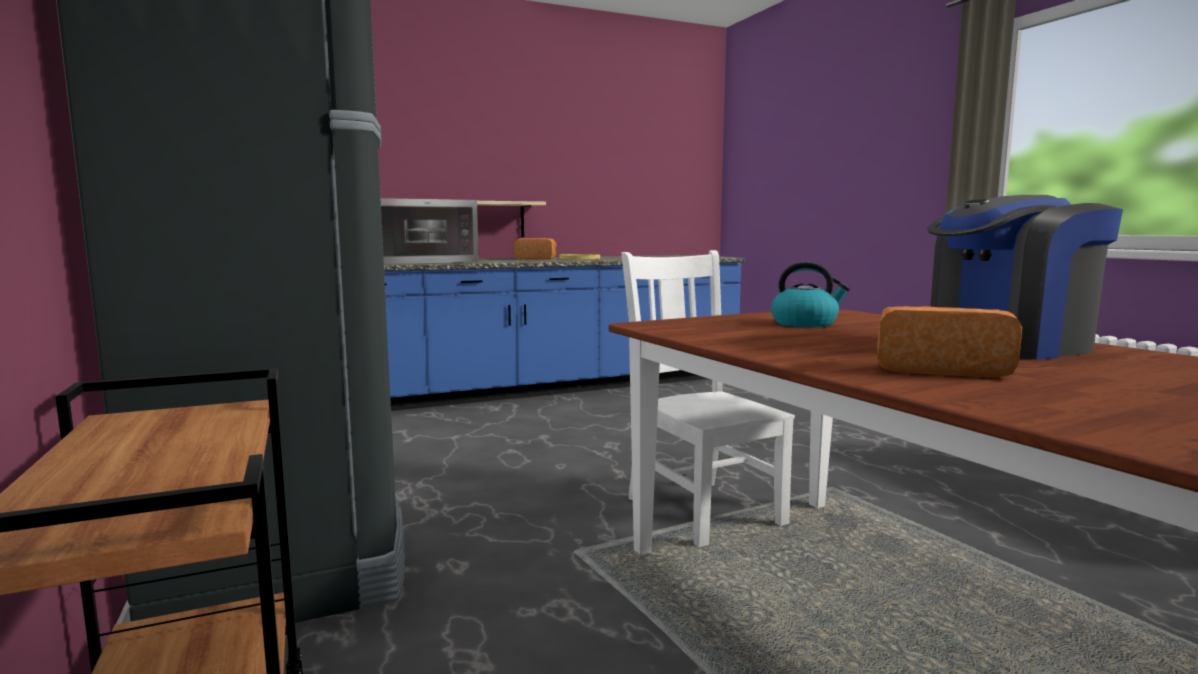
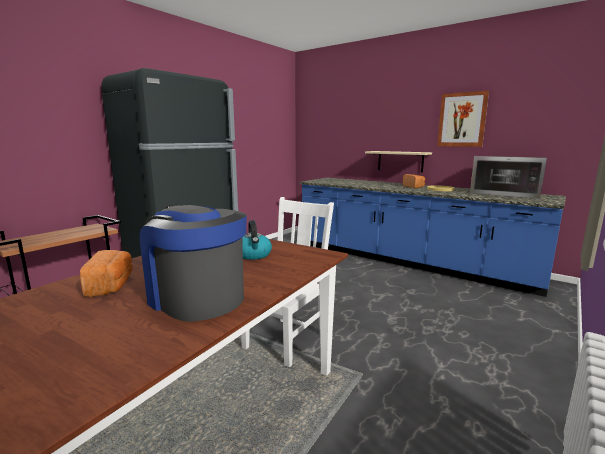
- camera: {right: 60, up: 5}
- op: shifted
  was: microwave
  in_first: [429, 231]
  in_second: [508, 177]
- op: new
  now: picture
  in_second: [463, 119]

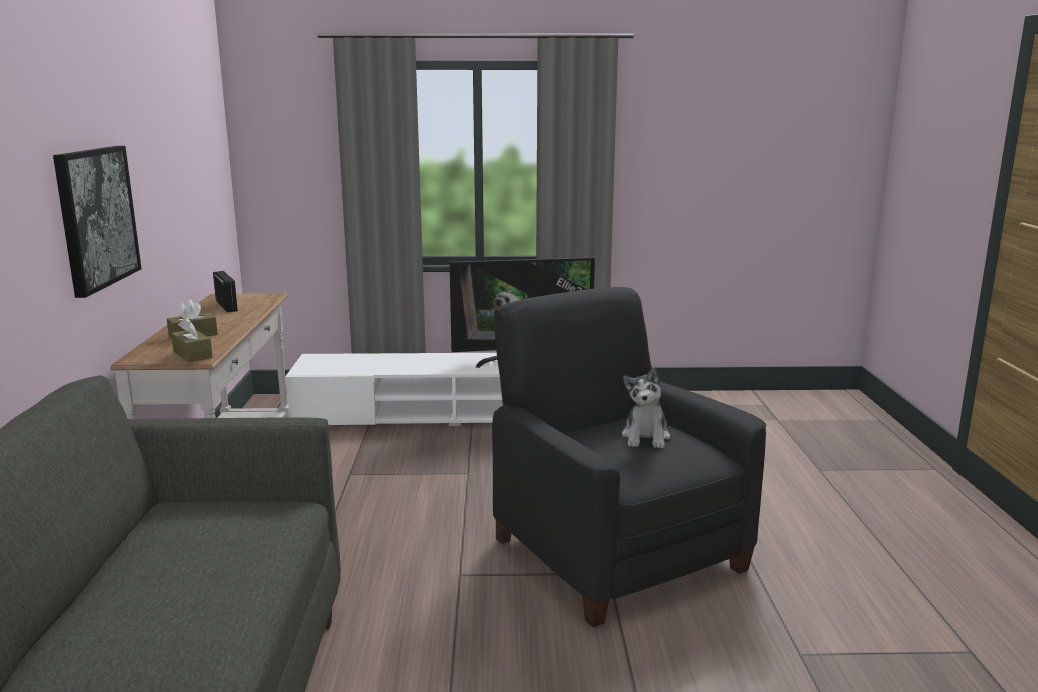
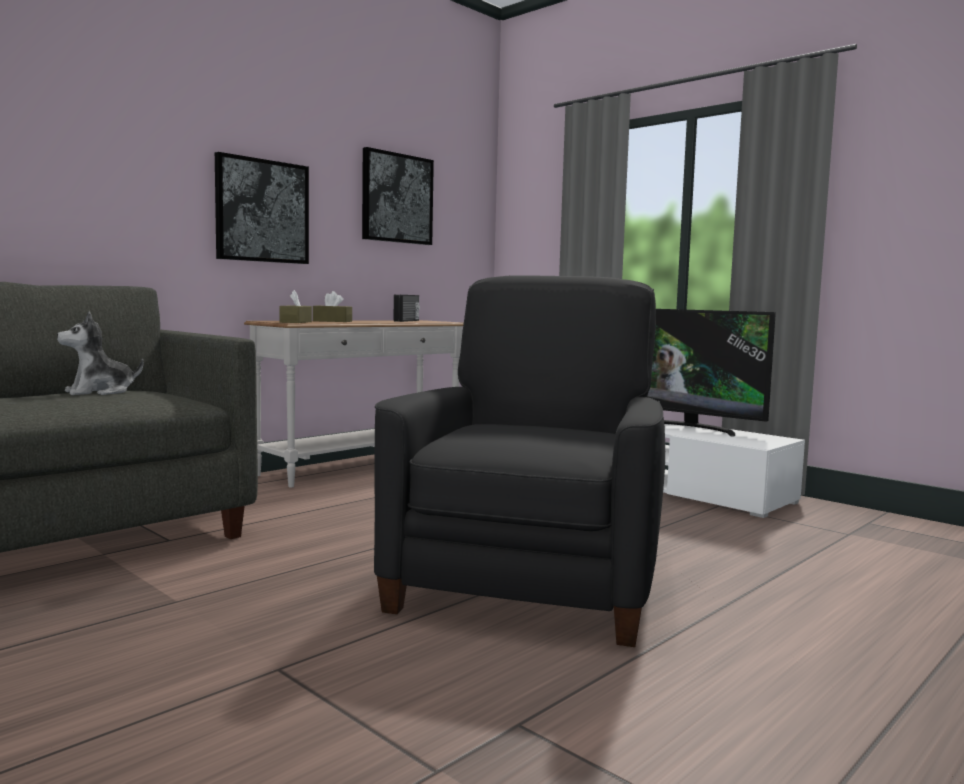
- camera: {right: 45, up: -10}
- op: shifted
  was: plush toy
  in_first: [646, 407]
  in_second: [100, 353]
- op: new
  now: picture
  in_second: [398, 196]

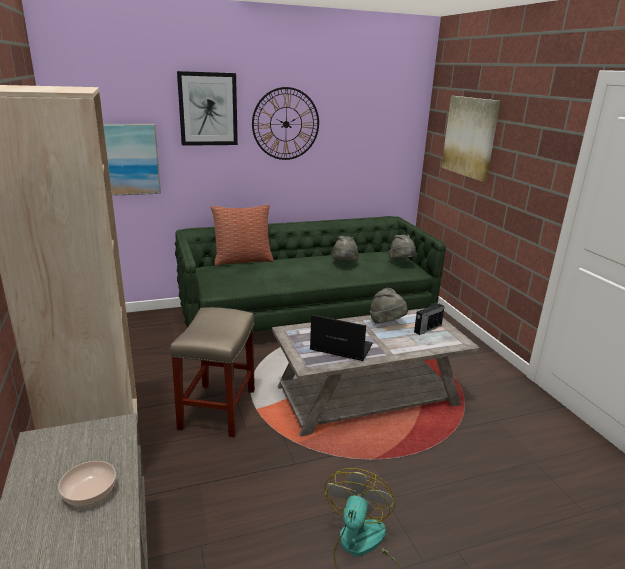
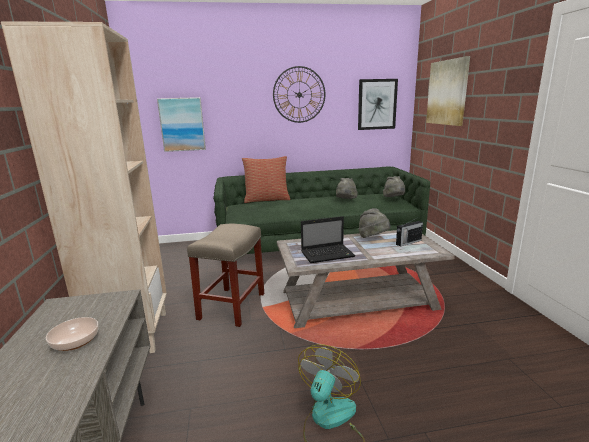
- camera: {right: 10, up: -5}
- op: shifted
  was: picture
  in_first: [207, 108]
  in_second: [378, 104]
- op: rotated
  was: laptop
  in_first: [341, 338]
  in_second: [328, 239]
  clockwise: 135

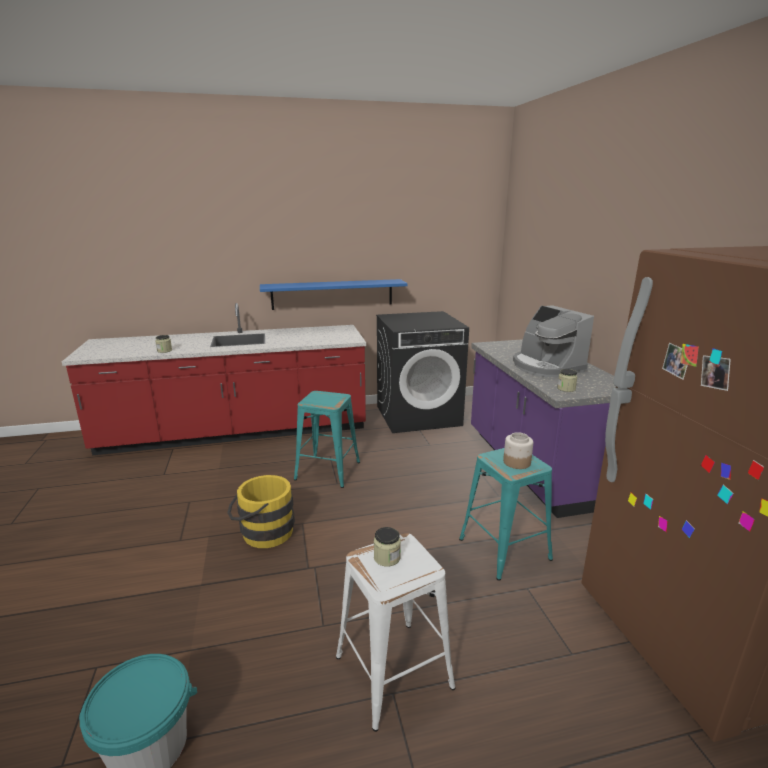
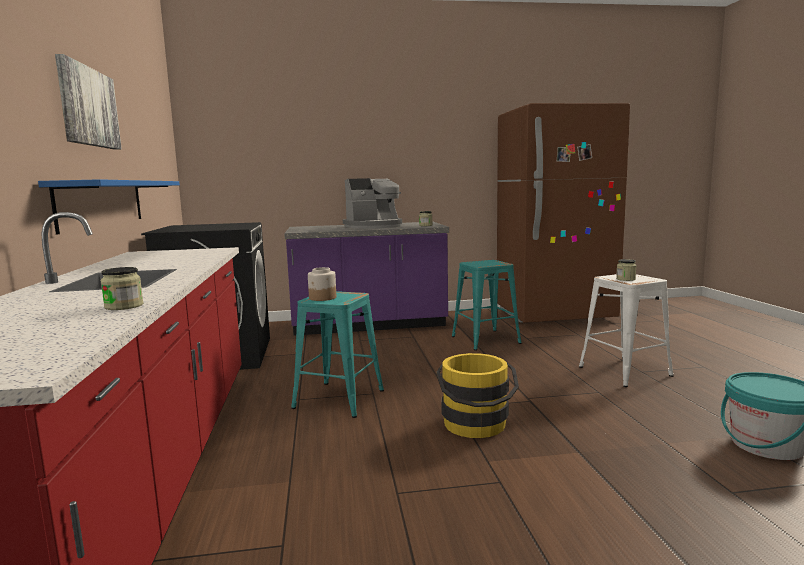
- camera: {right: -85, up: -10}
- op: shifted
  was: jar
  in_first: [518, 450]
  in_second: [322, 284]
- op: new
  now: picture
  in_second: [88, 102]

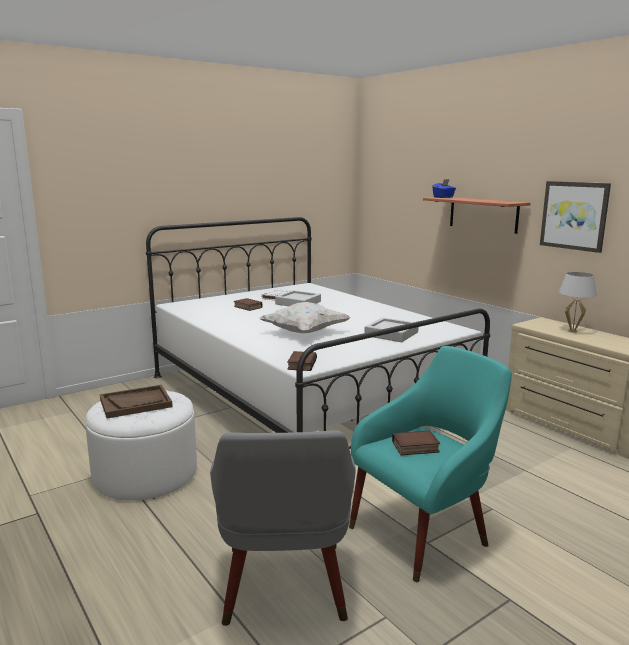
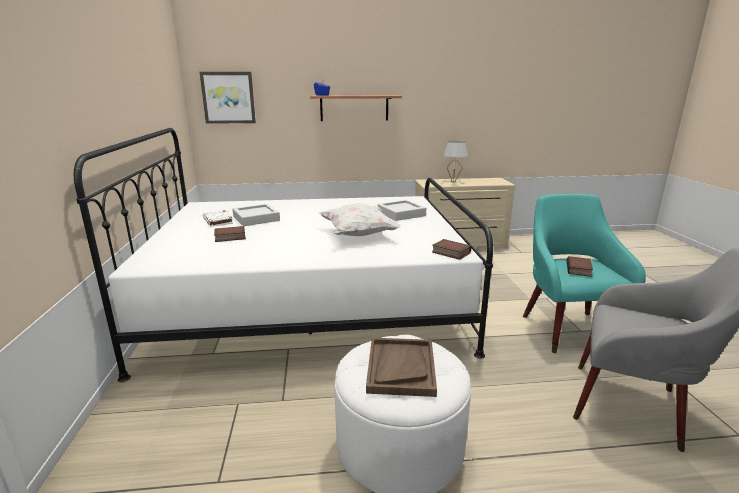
- camera: {right: -60, up: 5}
- op: shifted
  was: picture
  in_first: [575, 217]
  in_second: [228, 98]

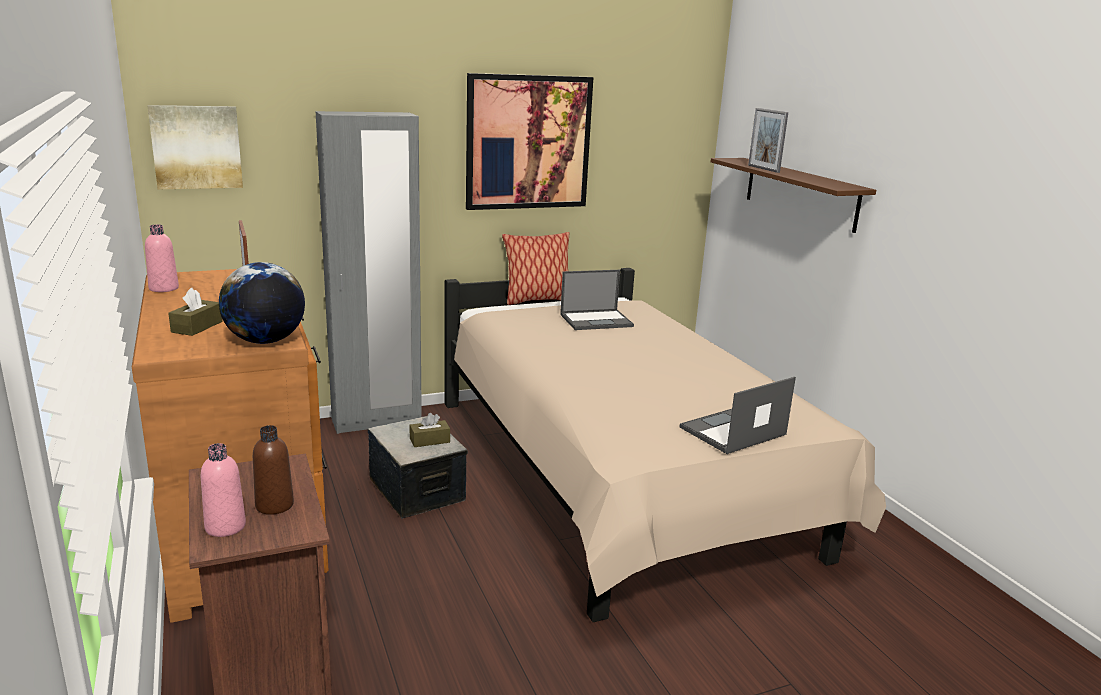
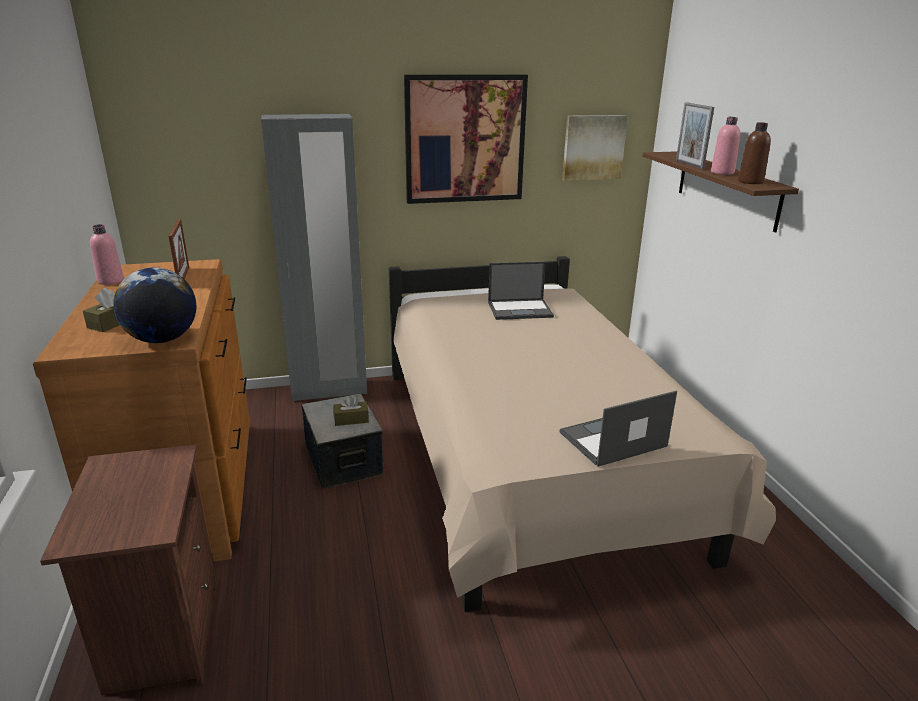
- camera: {right: 10, up: 5}
- op: shifted
  was: picture
  in_first: [195, 147]
  in_second: [595, 148]
- op: gone
  was: pillow
  in_first: [535, 268]
- op: shifted
  was: bottle (brown)
  in_first: [273, 470]
  in_second: [754, 153]
- op: shifted
  was: bottle (pink)
  in_first: [223, 490]
  in_second: [725, 146]

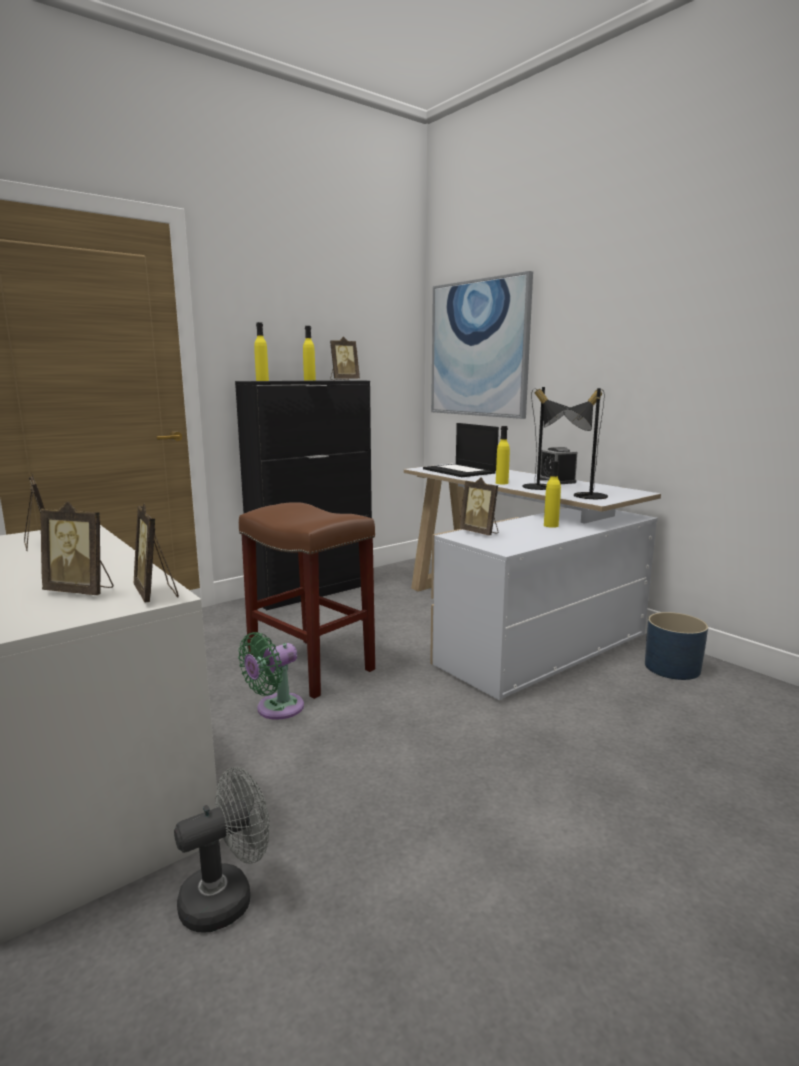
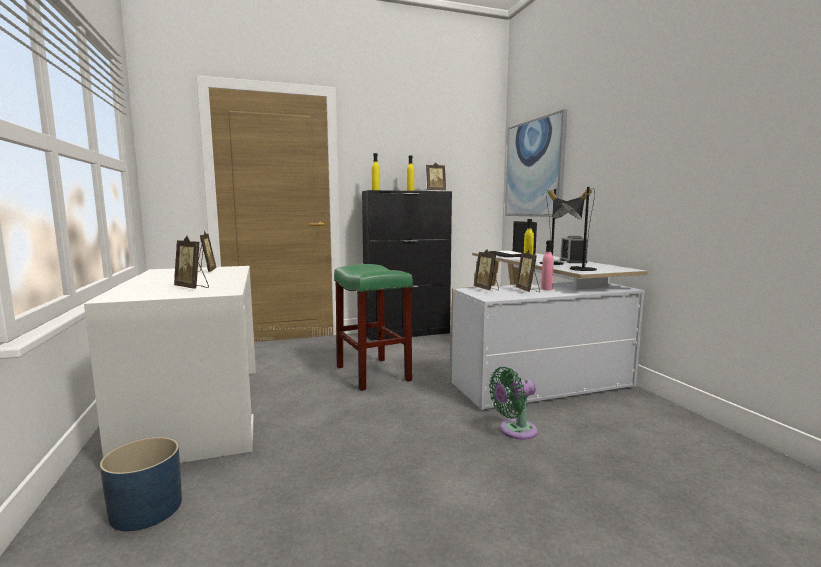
- camera: {right: 20, up: -5}
- op: repainted
  was: bottle (yellow)
  now: bottle (pink)
  in_first: [552, 494]
  in_second: [547, 265]
- op: repainted
  was: stool (brown)
  now: stool (green)
  in_first: [307, 600]
  in_second: [373, 327]
- op: shifted
  was: picture frame
  in_first: [156, 552]
  in_second: [527, 271]
- op: shifted
  was: planter (blue)
  in_first: [676, 646]
  in_second: [141, 484]
- op: shifted
  was: fan (green)
  in_first: [271, 676]
  in_second: [513, 403]
- op: gone
  was: fan (grey)
  in_first: [222, 849]

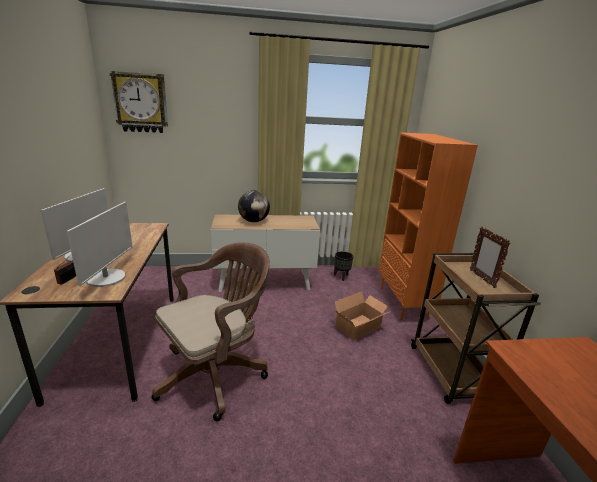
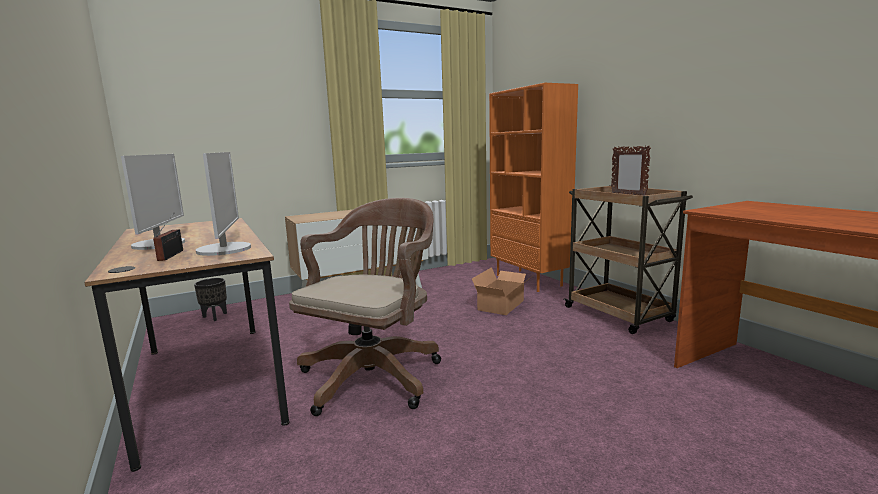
- camera: {right: -20, up: -10}
- op: gone
  was: wall clock
  in_first: [139, 102]
- op: gone
  was: globe
  in_first: [254, 206]
- op: shifted
  was: planter (black)
  in_first: [343, 266]
  in_second: [210, 299]

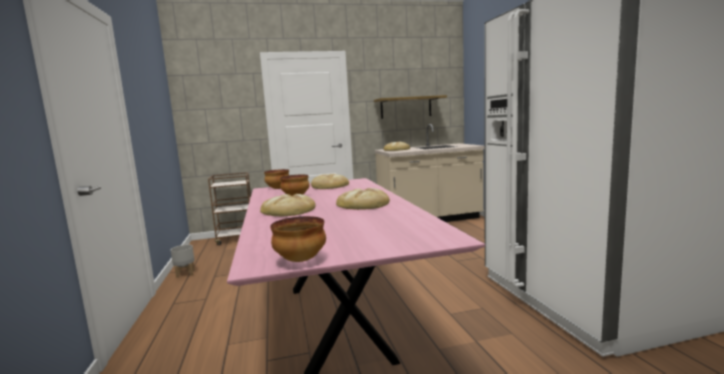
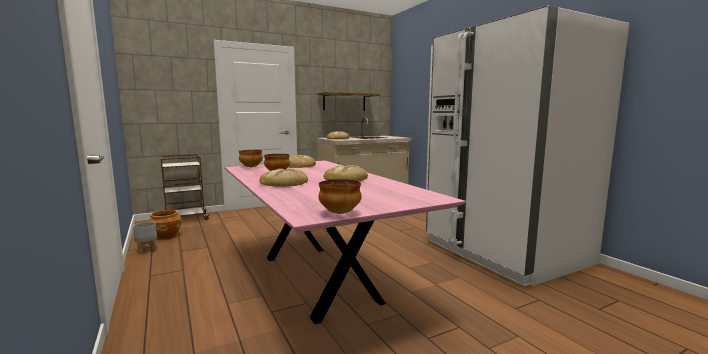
- camera: {right: -15, up: 0}
- op: new
  now: planter (brown)
  in_second: [165, 225]

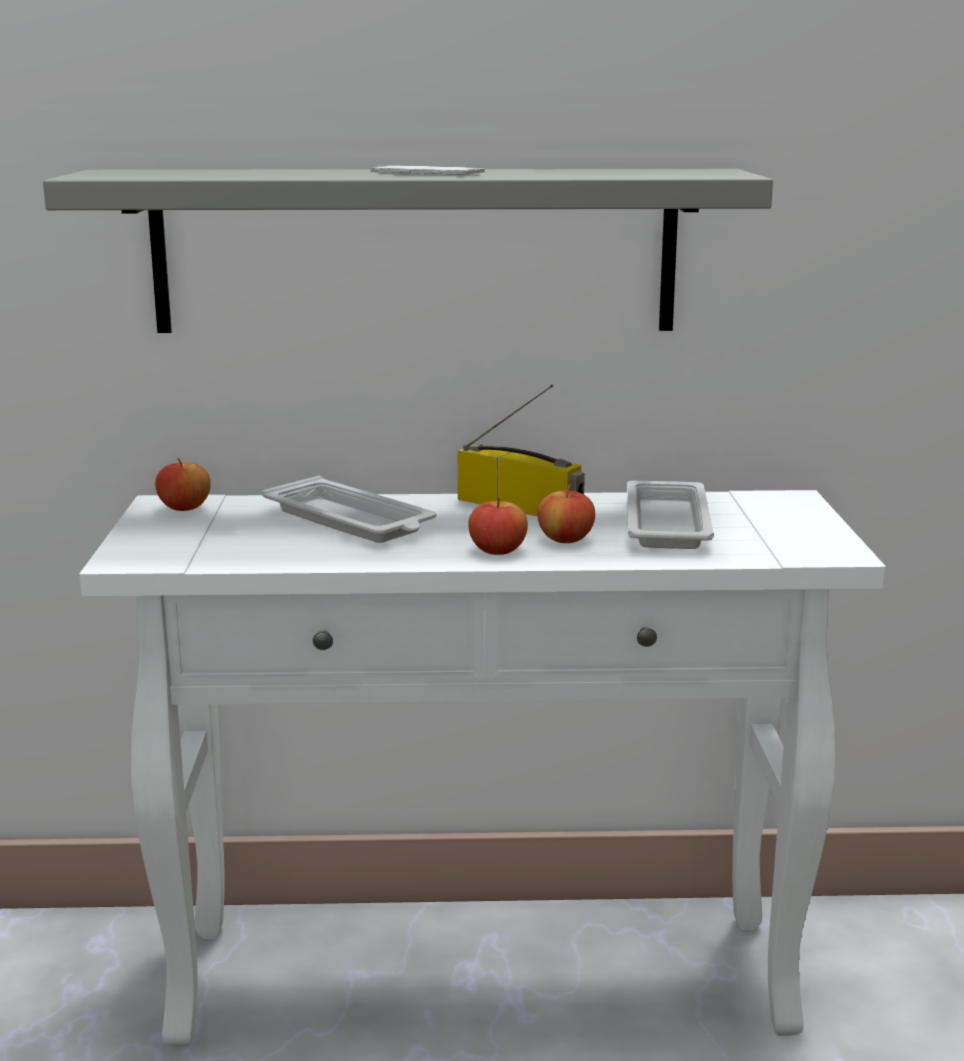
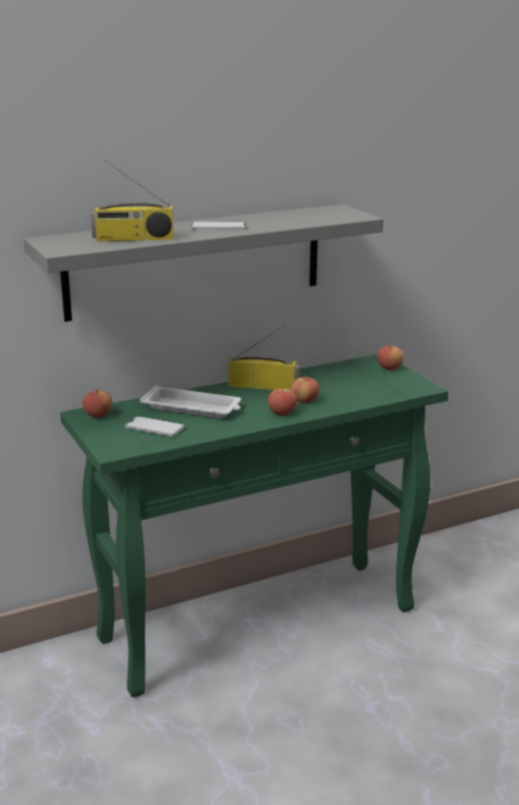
- camera: {right: -25, up: 5}
- op: gone
  was: tray (white)
  in_first: [670, 515]
- op: repainted
  was: console table (white)
  now: console table (green)
  in_first: [482, 768]
  in_second: [254, 525]
- op: new
  now: radio
  in_second: [132, 201]
- op: new
  now: apple
  in_second: [390, 357]
- op: new
  now: phone
  in_second: [155, 426]

